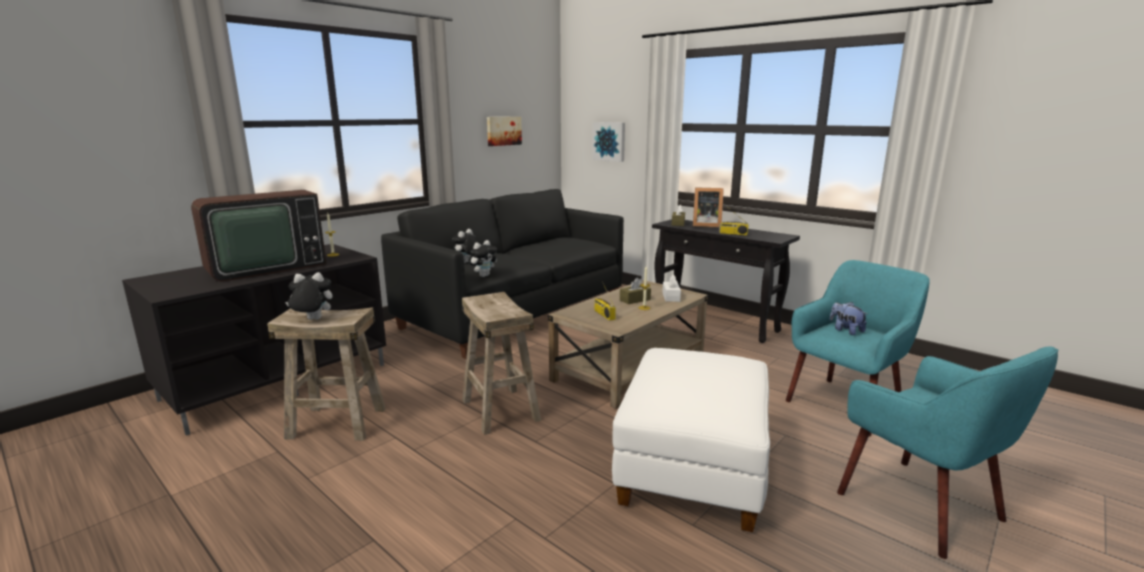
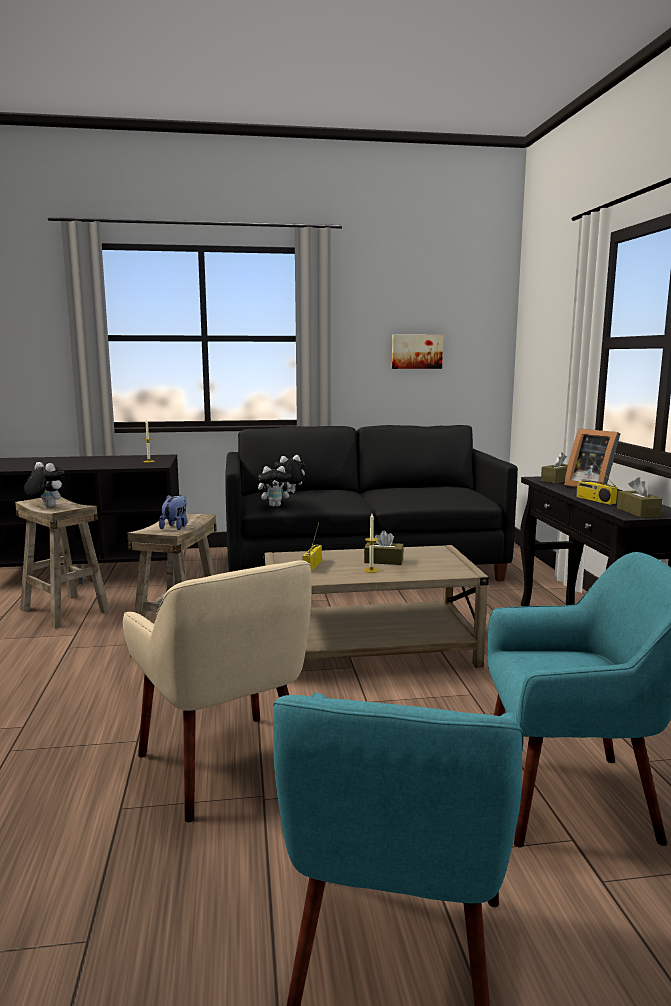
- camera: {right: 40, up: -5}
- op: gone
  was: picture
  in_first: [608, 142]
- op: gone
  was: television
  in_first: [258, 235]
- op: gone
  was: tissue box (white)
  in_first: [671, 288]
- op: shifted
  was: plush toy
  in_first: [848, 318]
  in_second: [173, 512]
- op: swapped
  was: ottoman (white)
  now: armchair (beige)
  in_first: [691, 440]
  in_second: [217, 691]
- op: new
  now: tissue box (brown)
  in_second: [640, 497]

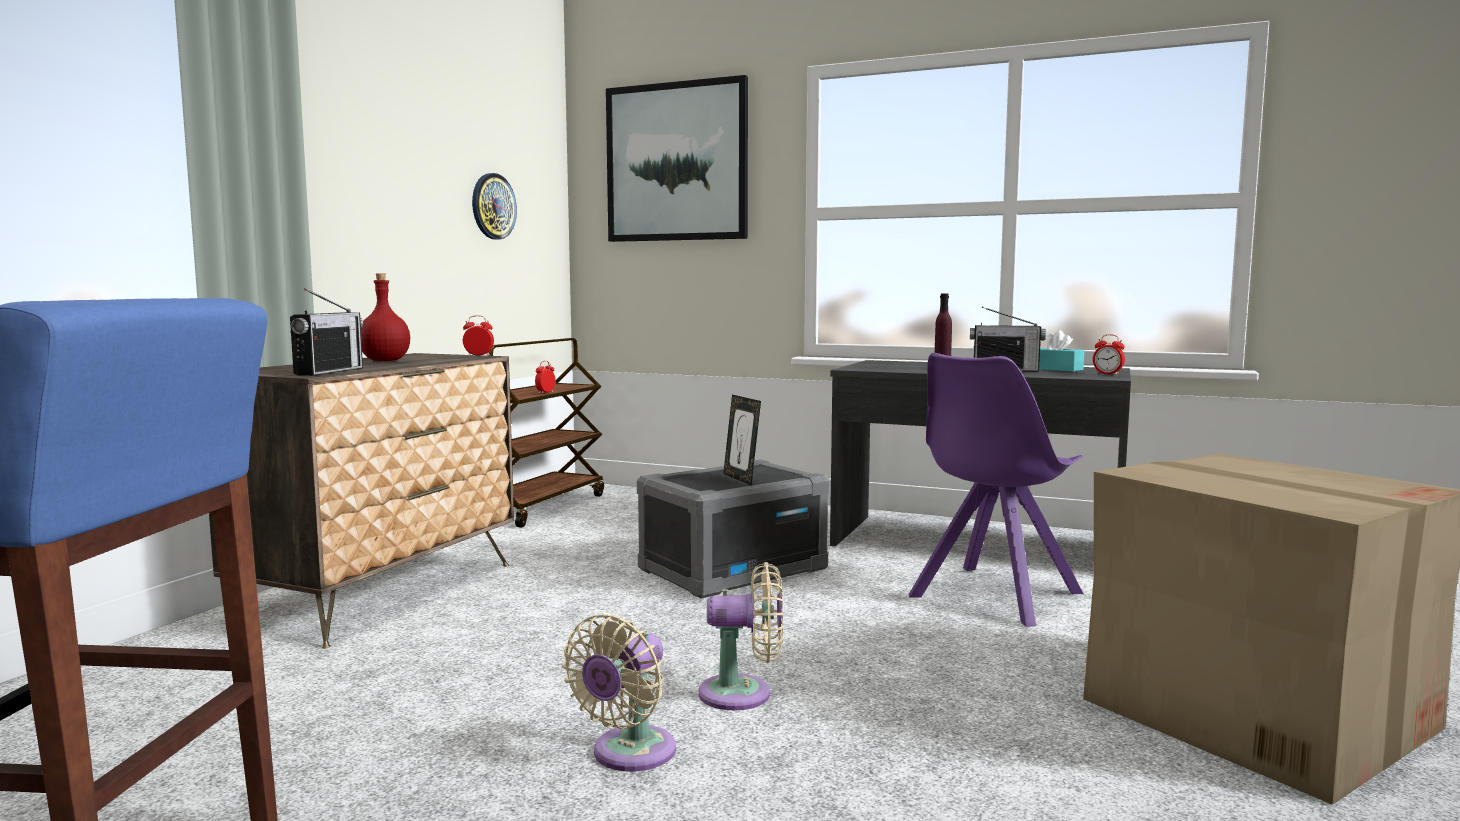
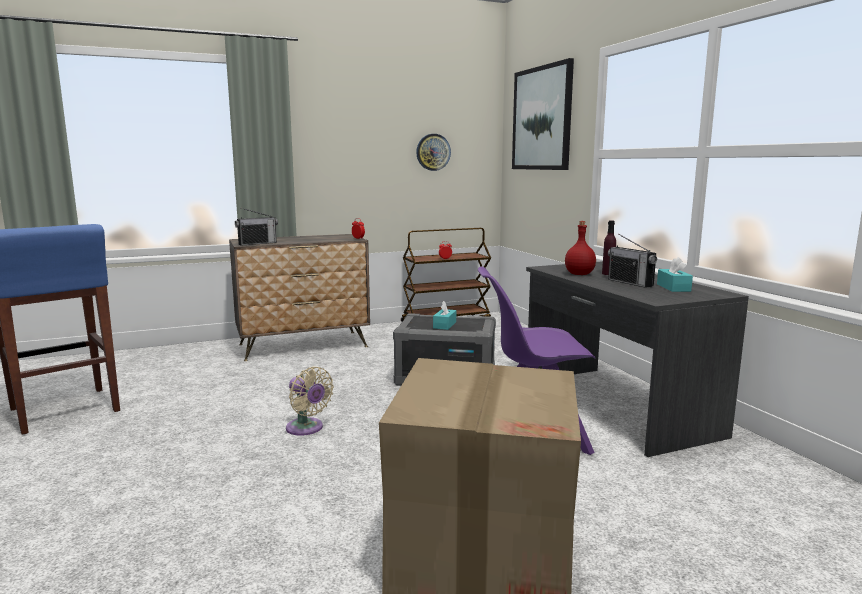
- camera: {right: 45, up: 5}
- op: shifted
  was: bottle (red)
  in_first: [385, 317]
  in_second: [580, 248]
- op: gone
  was: alarm clock
  in_first: [1109, 354]
- op: swapped
  was: picture frame
  now: tissue box (turquoise)
  in_first: [742, 440]
  in_second: [444, 315]
- op: gone
  was: fan (beige)
  in_first: [619, 692]

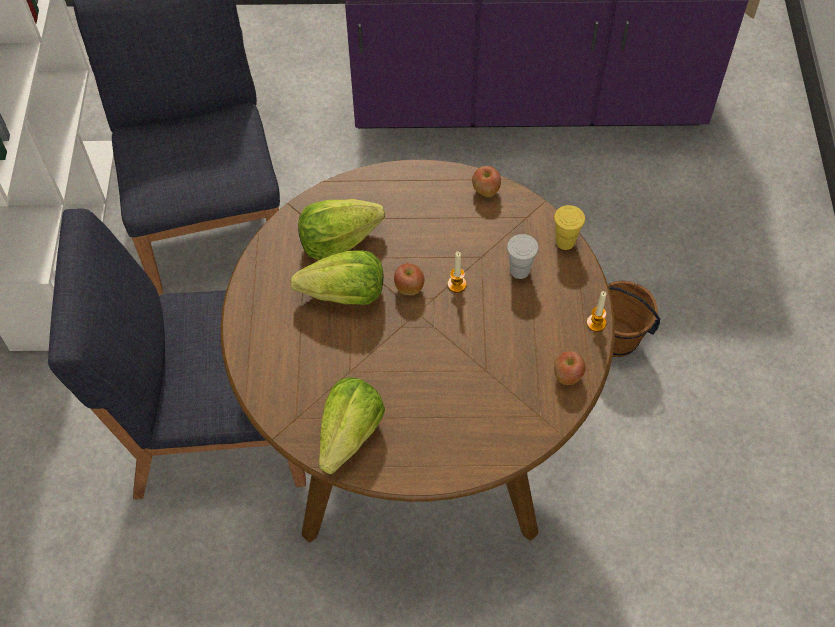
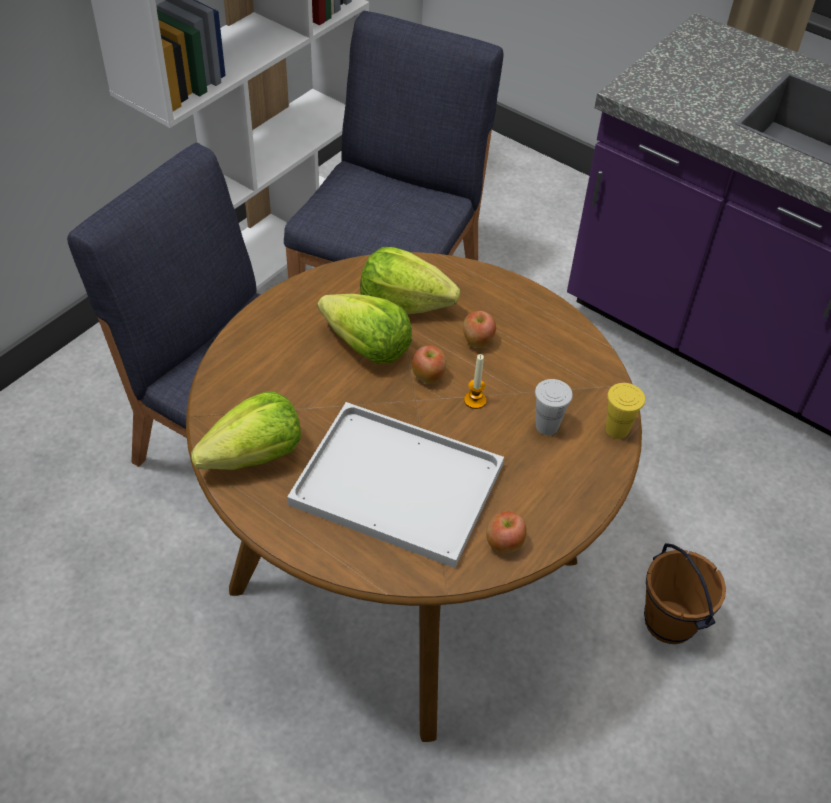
- camera: {right: 35, up: -10}
- op: shifted
  was: apple
  in_first: [486, 181]
  in_second: [479, 329]
- op: gone
  was: candle
  in_first: [596, 311]
- op: new
  now: tray (white)
  in_second: [395, 485]

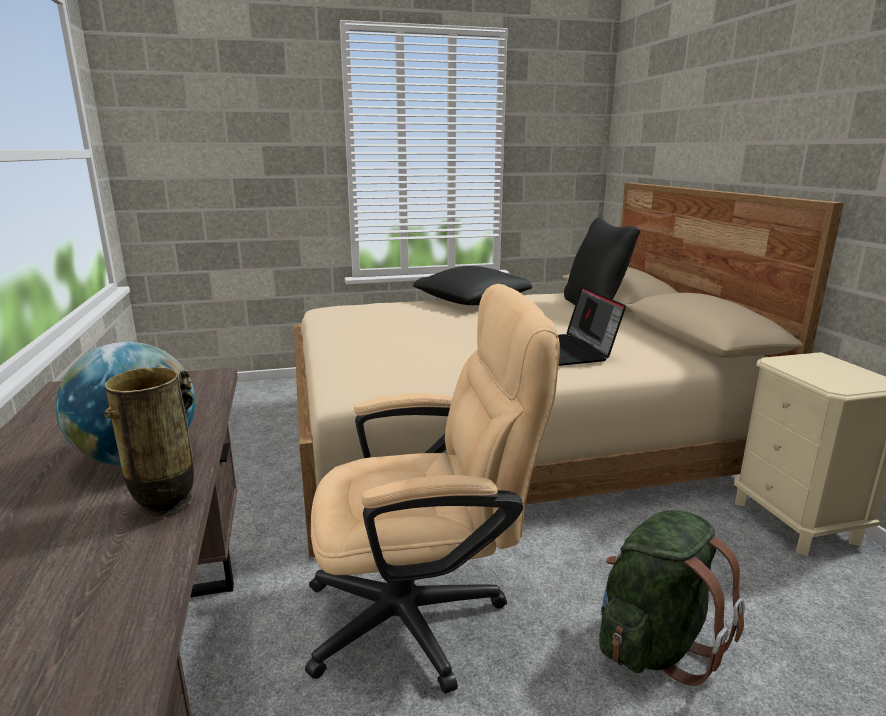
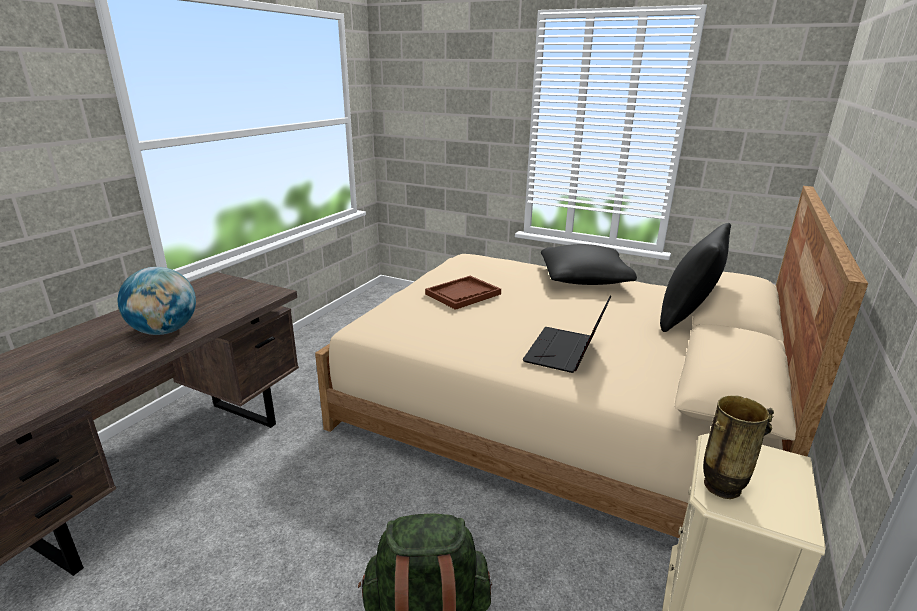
- camera: {right: 40, up: 5}
- op: gone
  was: office chair (beige)
  in_first: [432, 489]
- op: shifted
  was: vase
  in_first: [149, 442]
  in_second: [738, 447]
- op: new
  now: tray (brown)
  in_second: [463, 293]

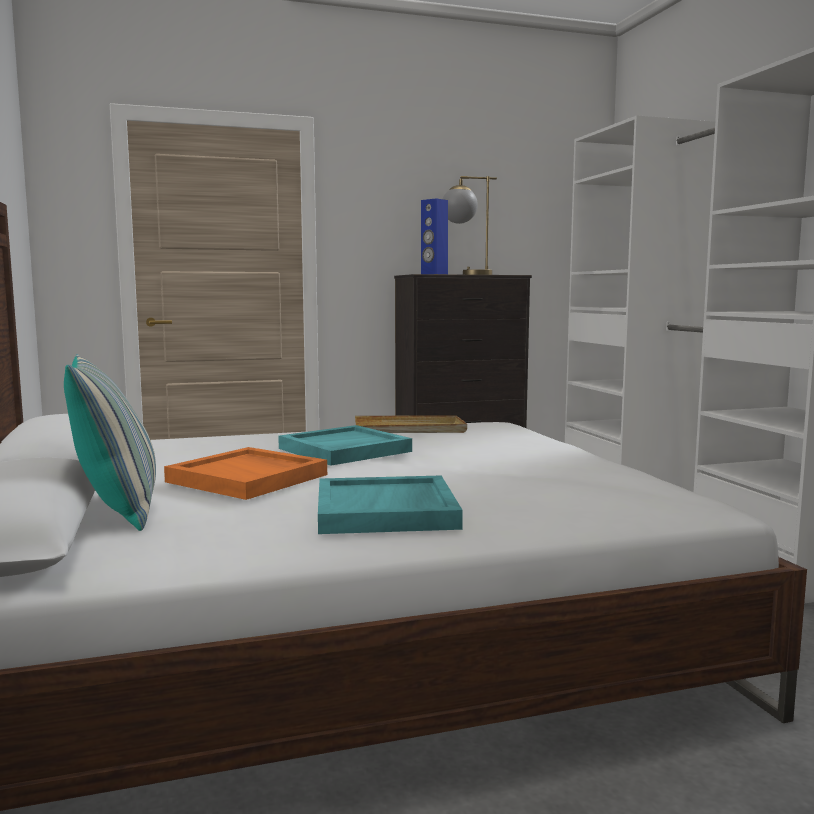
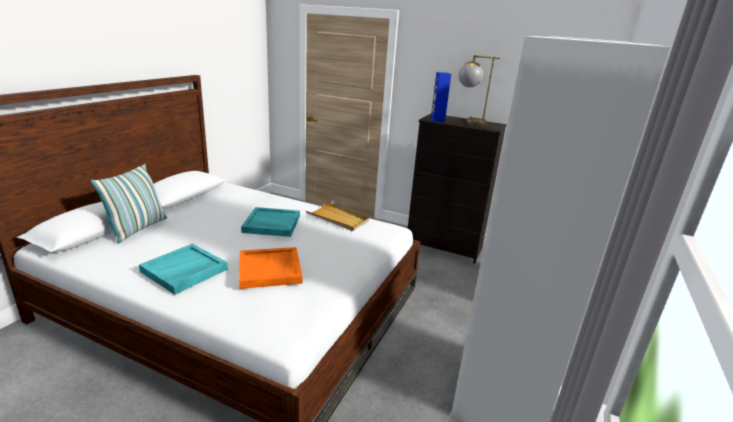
- camera: {right: 40, up: 15}
- op: shifted
  was: tray (orange)
  in_first: [245, 473]
  in_second: [271, 268]

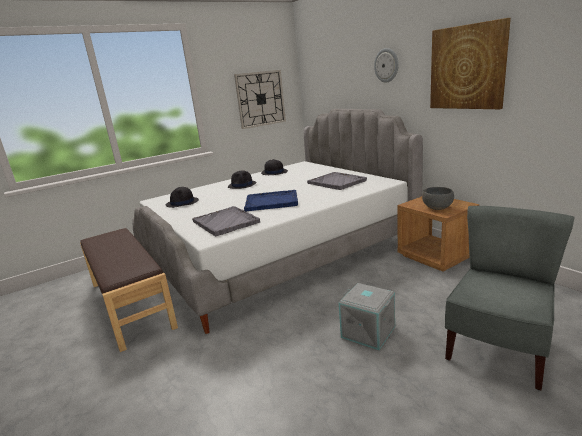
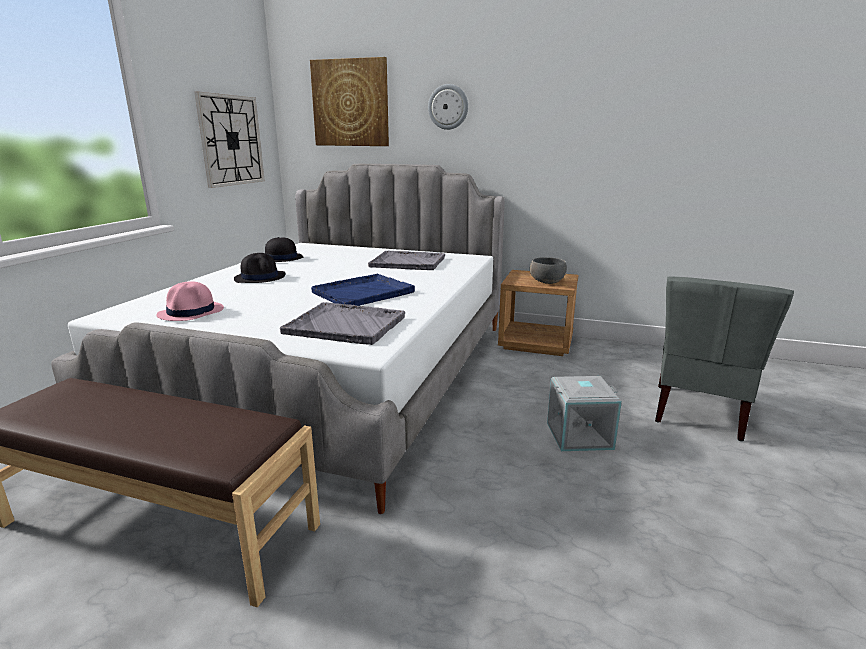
- camera: {right: -40, up: 0}
- op: shifted
  was: picture
  in_first: [470, 63]
  in_second: [349, 101]
- op: repainted
  was: hat (black)
  now: hat (pink)
  in_first: [182, 197]
  in_second: [190, 301]
- op: rotated
  was: chair (grey)
  in_first: [510, 298]
  in_second: [724, 359]
  clockwise: -150

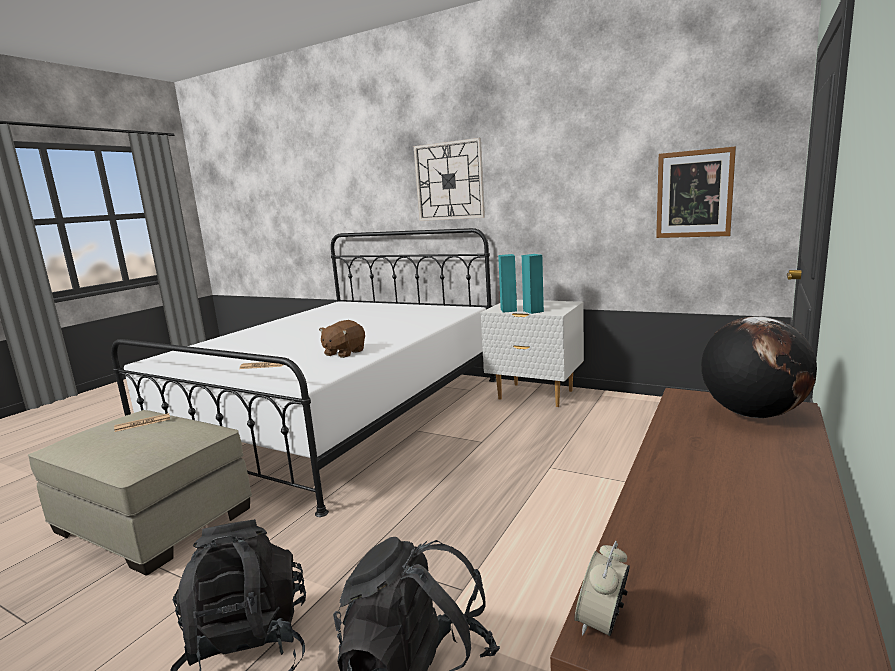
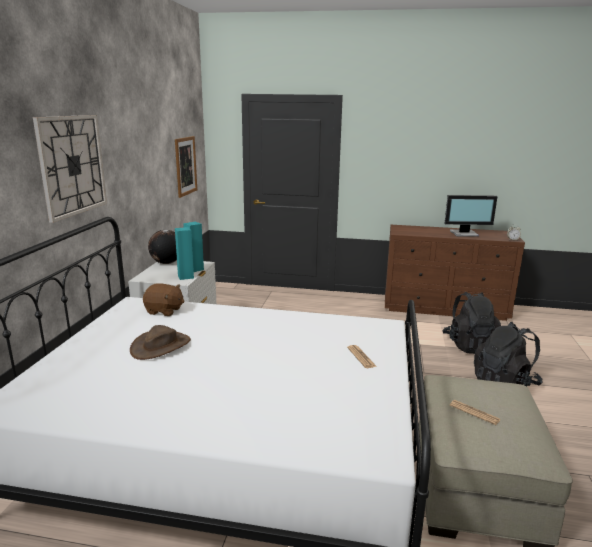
- camera: {right: -110, up: 5}
- op: shifted
  was: globe
  in_first: [759, 367]
  in_second: [162, 247]
- op: shifted
  was: plush toy (brown)
  in_first: [342, 339]
  in_second: [164, 299]
- op: new
  now: monitor
  in_second: [471, 216]
- op: new
  now: hat (brown)
  in_second: [160, 342]

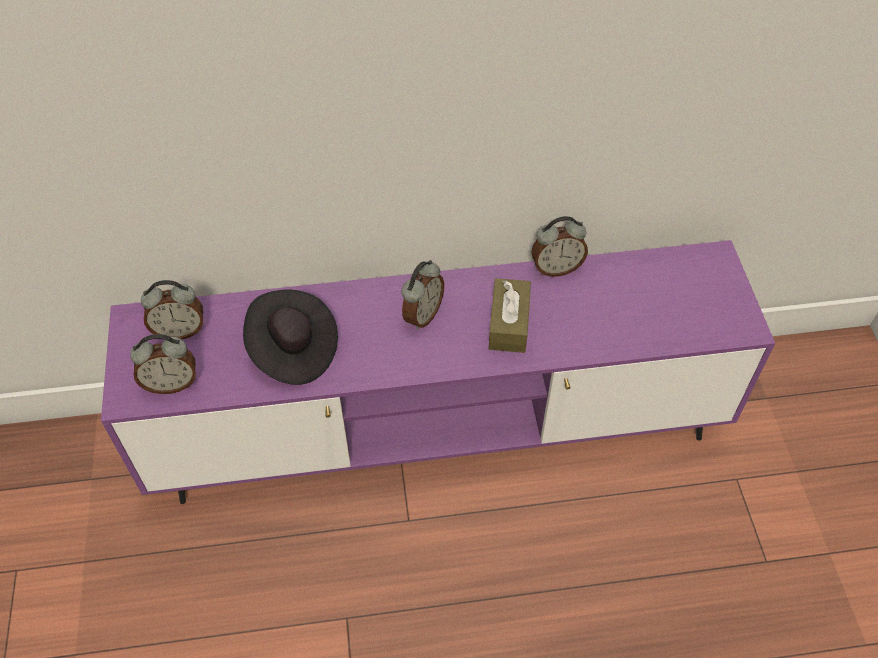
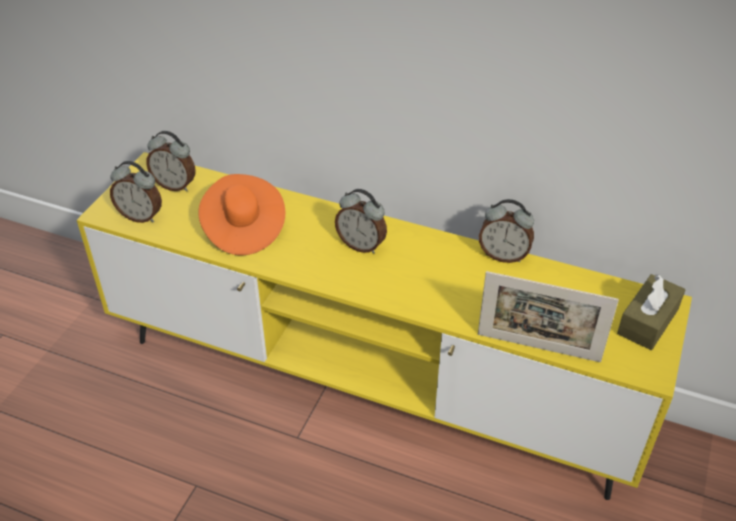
- camera: {right: 30, up: -10}
- op: repainted
  was: tv stand (purple)
  now: tv stand (yellow)
  in_first: [438, 372]
  in_second: [384, 326]
- op: rotated
  was: alarm clock
  in_first: [422, 295]
  in_second: [361, 221]
  clockwise: 60
- op: shifted
  was: tissue box (brown)
  in_first: [509, 315]
  in_second: [651, 312]
- op: repainted
  was: hat (black)
  now: hat (orange)
  in_first: [290, 337]
  in_second: [241, 214]
- op: new
  now: picture frame
  in_second: [548, 316]

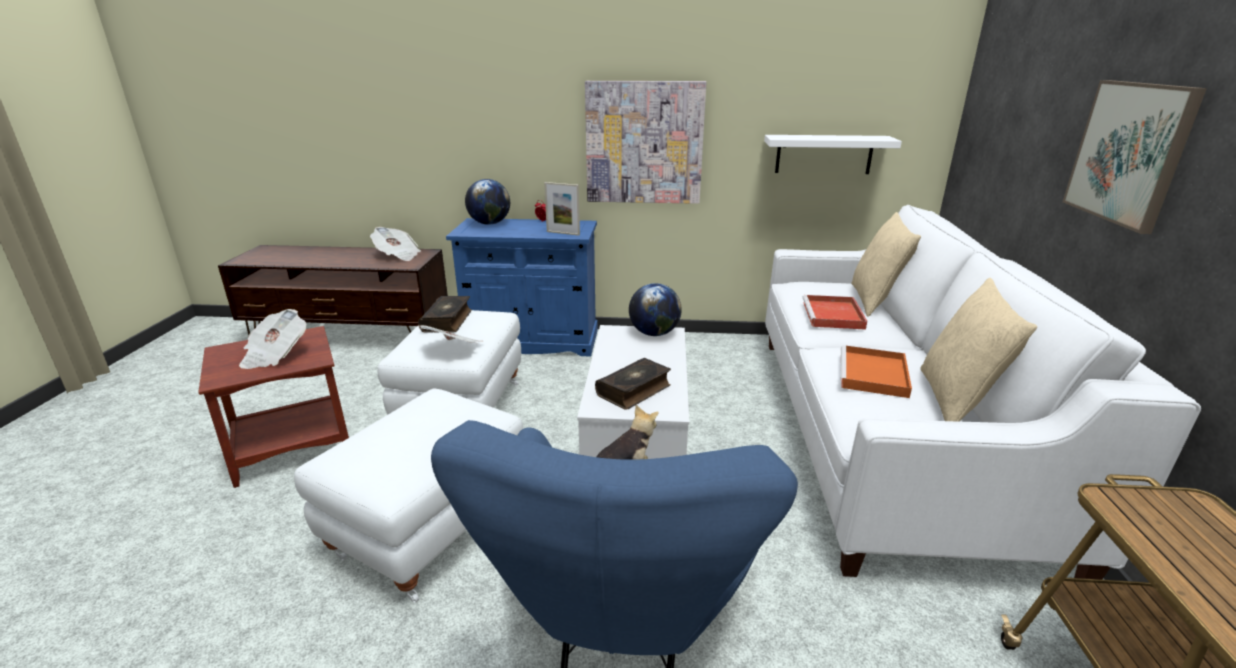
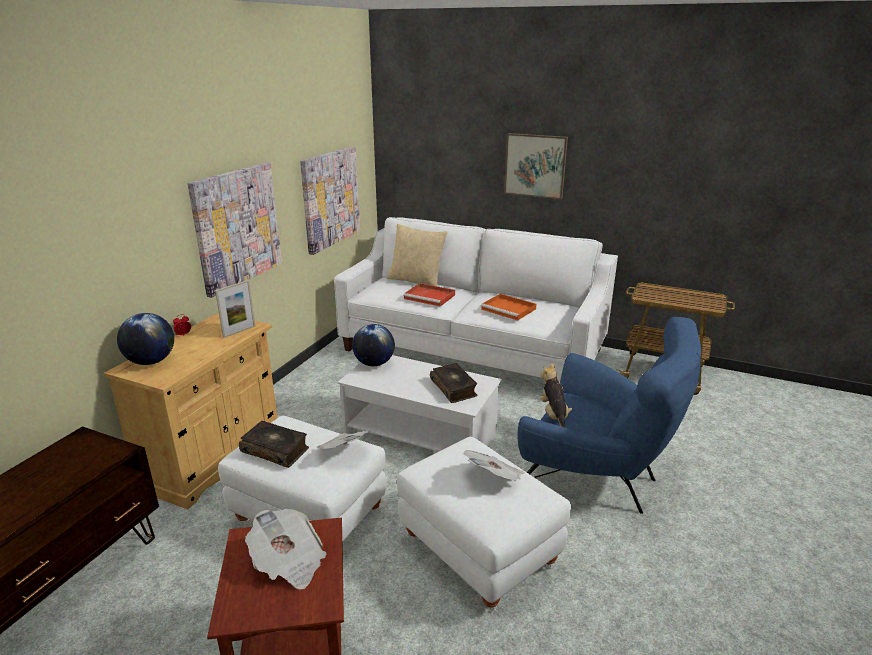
- camera: {right: -70, up: 0}
- op: swapped
  was: shelf (white)
  now: picture
  in_first: [833, 154]
  in_second: [330, 200]
- op: repainted
  was: cabinet (blue)
  now: cabinet (beige)
  in_first: [522, 287]
  in_second: [190, 411]
- op: shifted
  was: newspaper
  in_first: [395, 244]
  in_second: [494, 465]
- op: gone
  was: pillow (beige)
  in_first: [978, 350]

